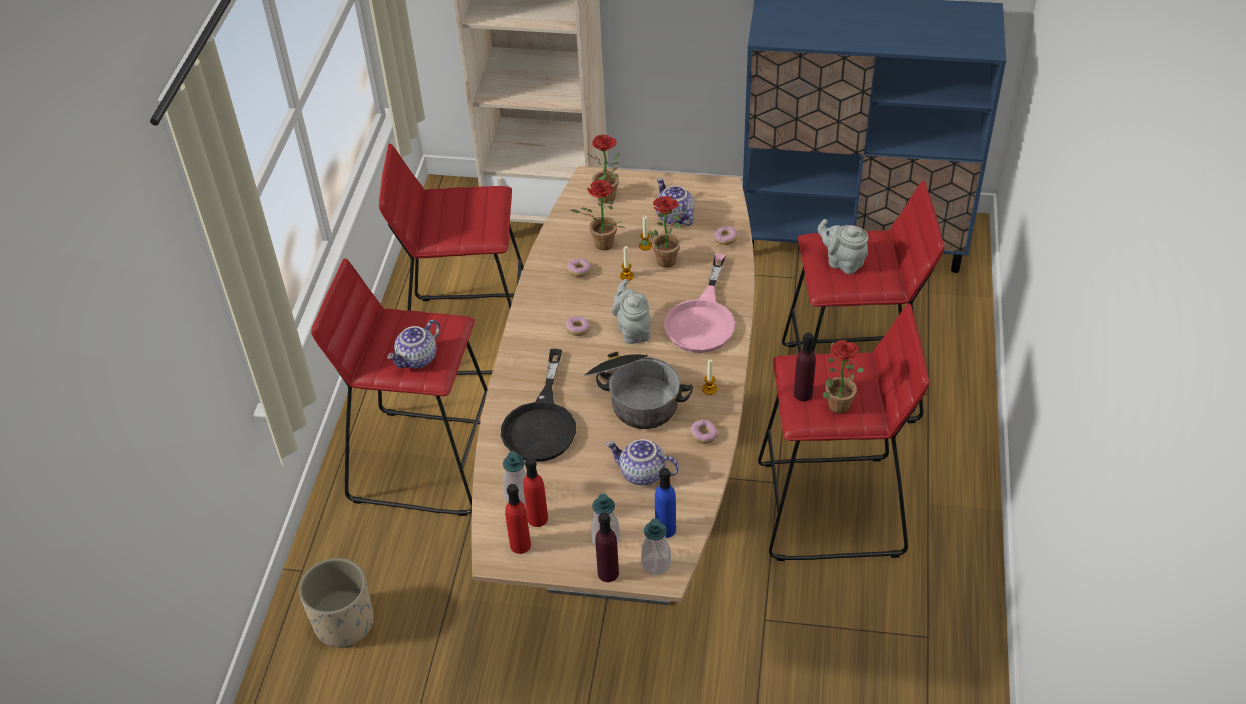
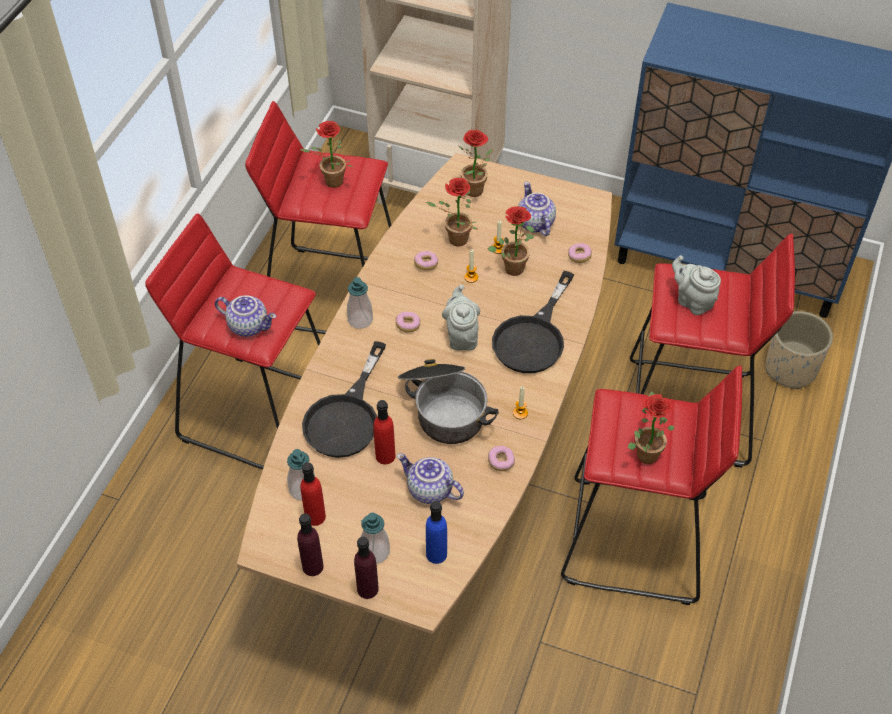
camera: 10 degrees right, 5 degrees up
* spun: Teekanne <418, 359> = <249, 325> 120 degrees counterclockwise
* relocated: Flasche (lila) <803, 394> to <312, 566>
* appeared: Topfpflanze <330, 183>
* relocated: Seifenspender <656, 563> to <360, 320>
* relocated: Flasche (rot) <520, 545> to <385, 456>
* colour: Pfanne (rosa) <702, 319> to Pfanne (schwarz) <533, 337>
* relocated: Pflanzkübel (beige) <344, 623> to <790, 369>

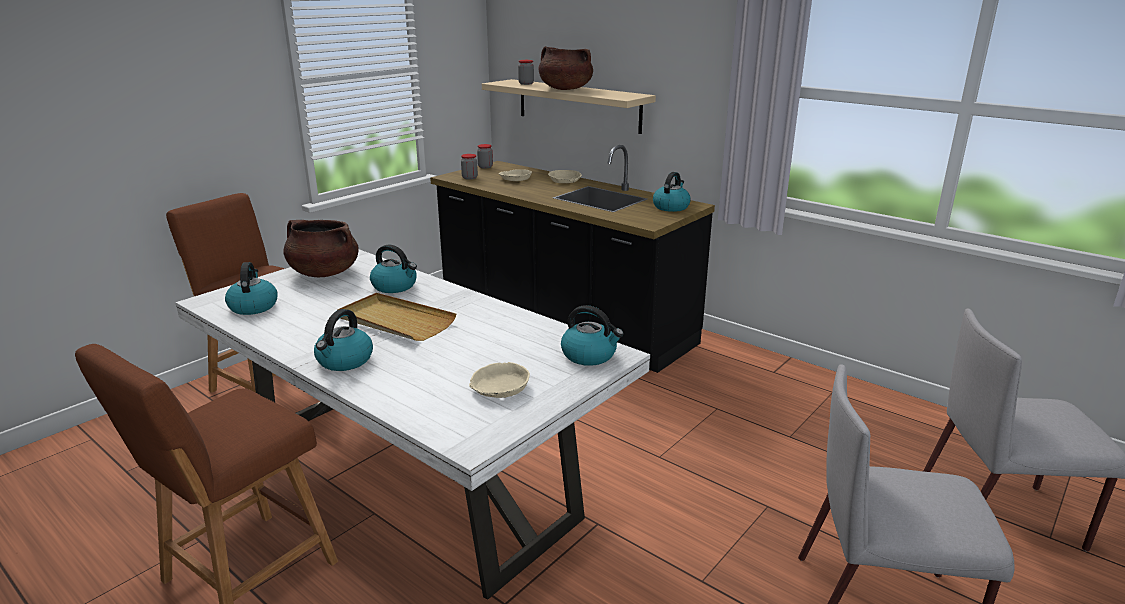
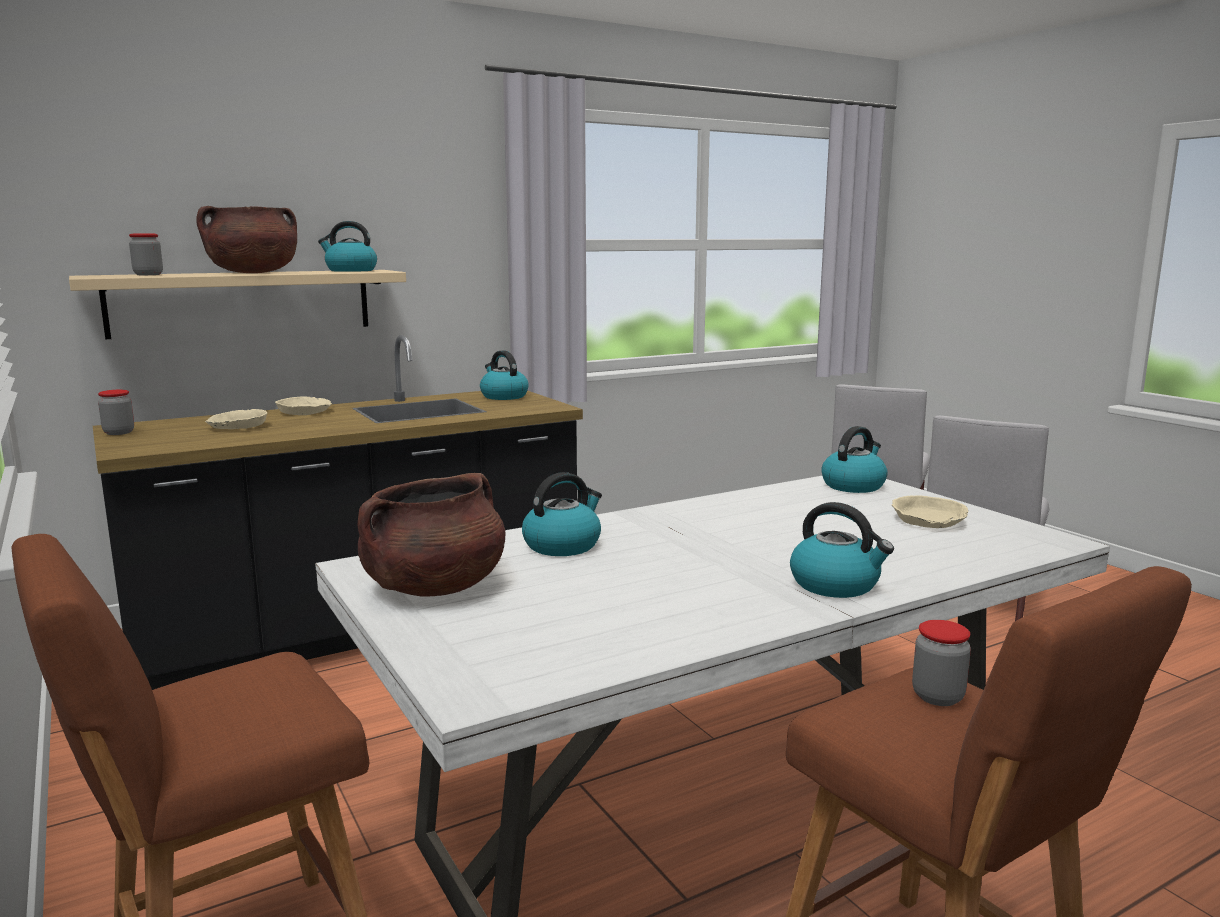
camera: 70 degrees left, 10 degrees down
* relocated: Wasserkessel <253, 306> to <350, 270>
* relocated: Vorratsglas <469, 178> to <938, 696>
* missing: Tablett (beige) <395, 321>

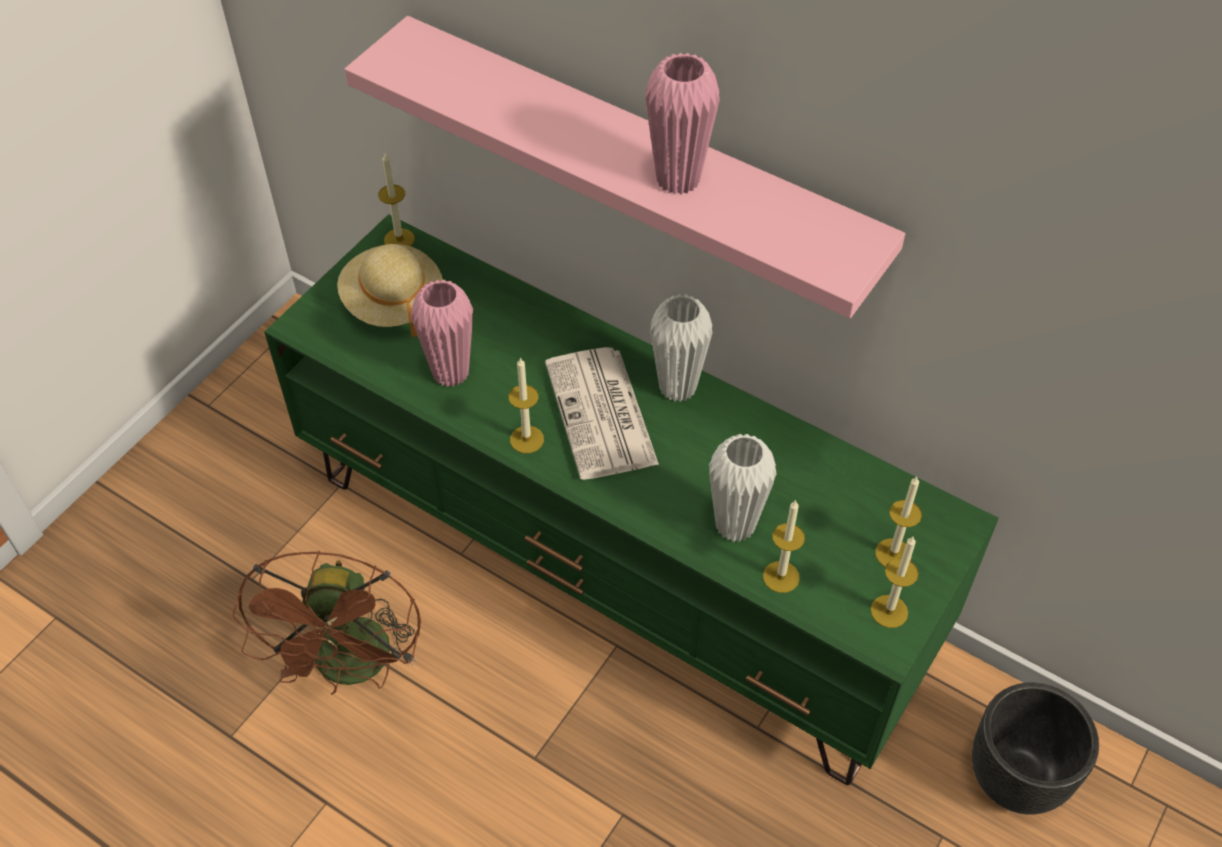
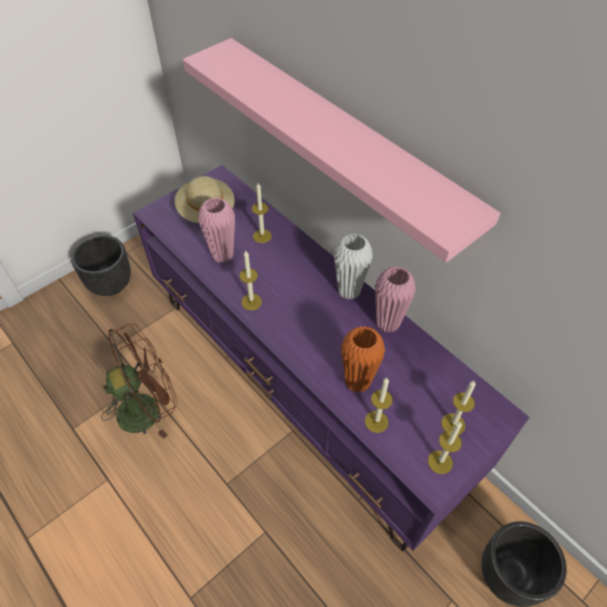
camera: 15 degrees right, 0 degrees up
* appeared: Pflanzkübel (schwarz) <111, 285>
* spun: Ventilator (braun) <353, 669> = <148, 407> 135 degrees counterclockwise
* colour: Fernsehschrank (grün) <614, 566> to Fernsehschrank (lila) <305, 385>
* relocated: Kerze <399, 239> to <262, 236>
* colour: Vase (weiß) <735, 525> to Vase (orange) <357, 382>
* relocated: Vase (rosa) <678, 180> to <387, 323>
* missing: Zeitung <602, 415>

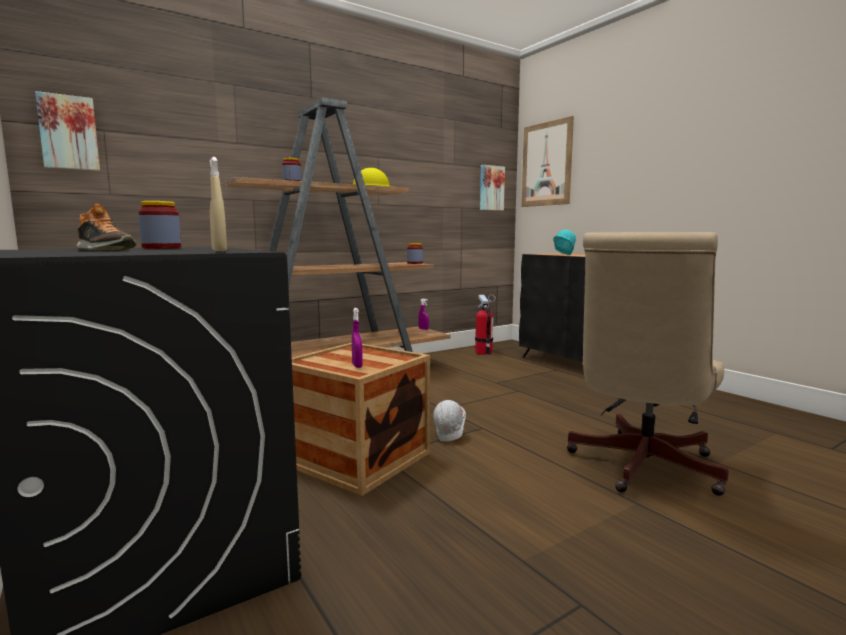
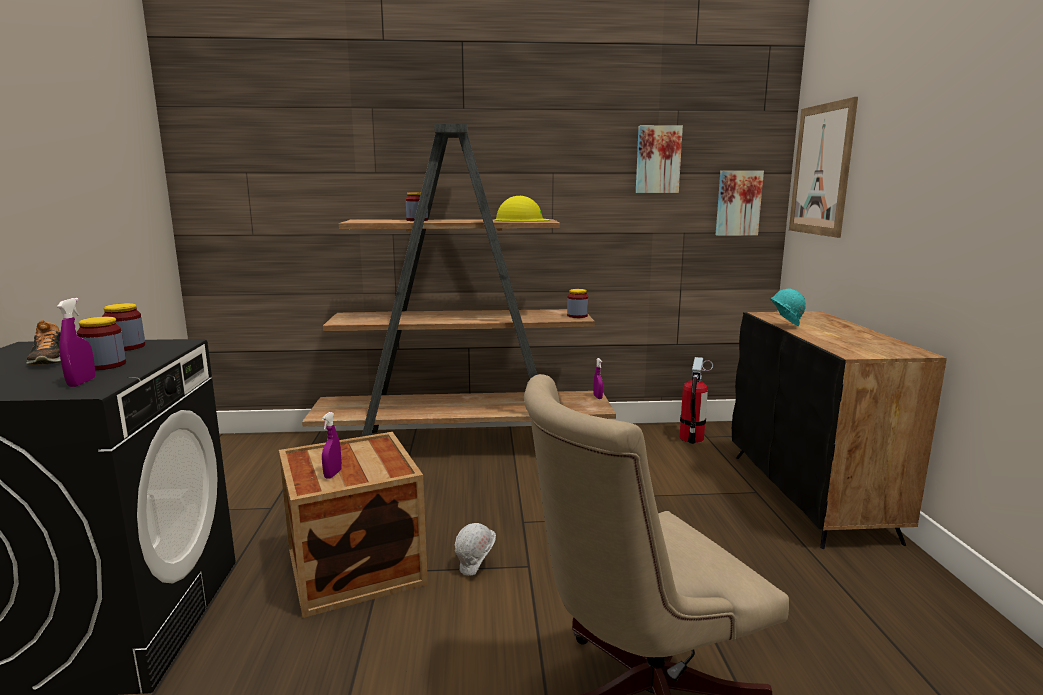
camera: 30 degrees right, 5 degrees up
* colour: Sprühflasche (beige) <219, 250> to Sprühflasche (lila) <81, 382>
* appeared: Vorratsglas <105, 365>
* relocated: Bild <68, 133> to <657, 159>

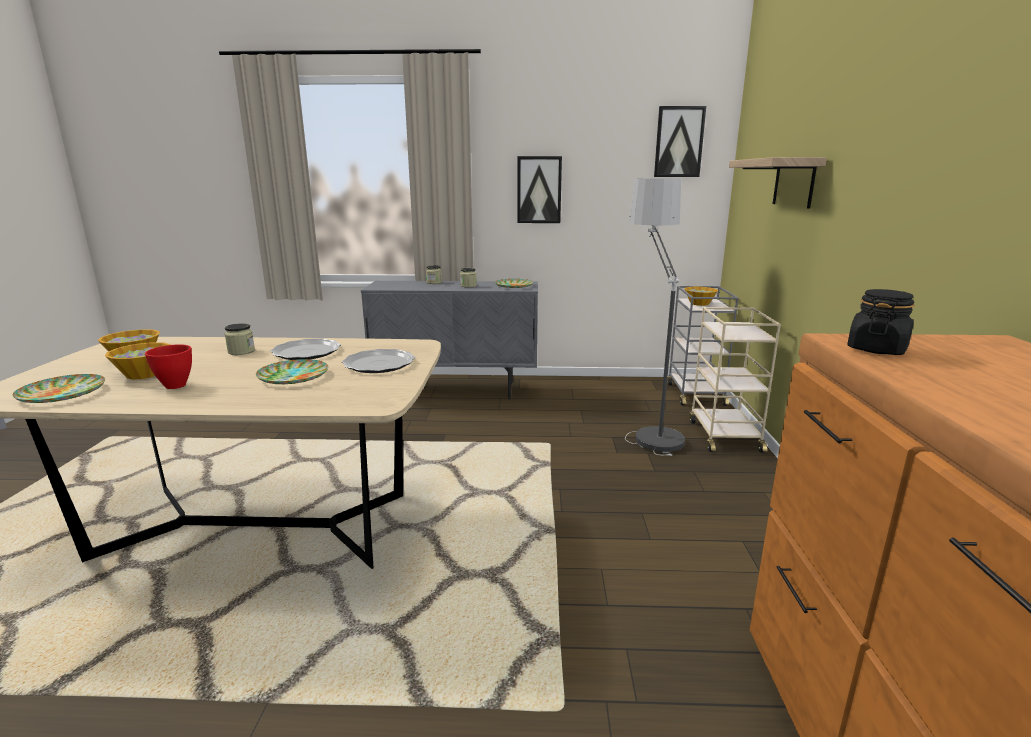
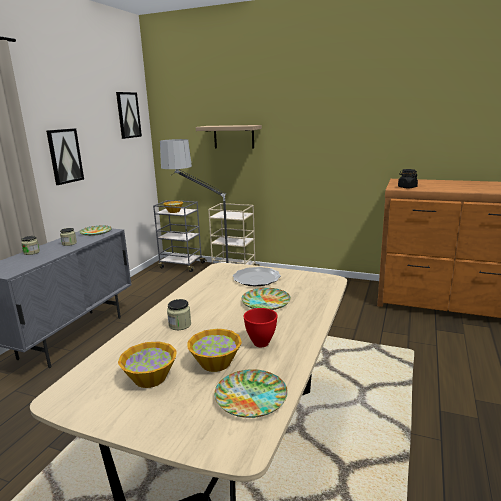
camera: 70 degrees left, 0 degrees up
* missing: Teller <306, 352>

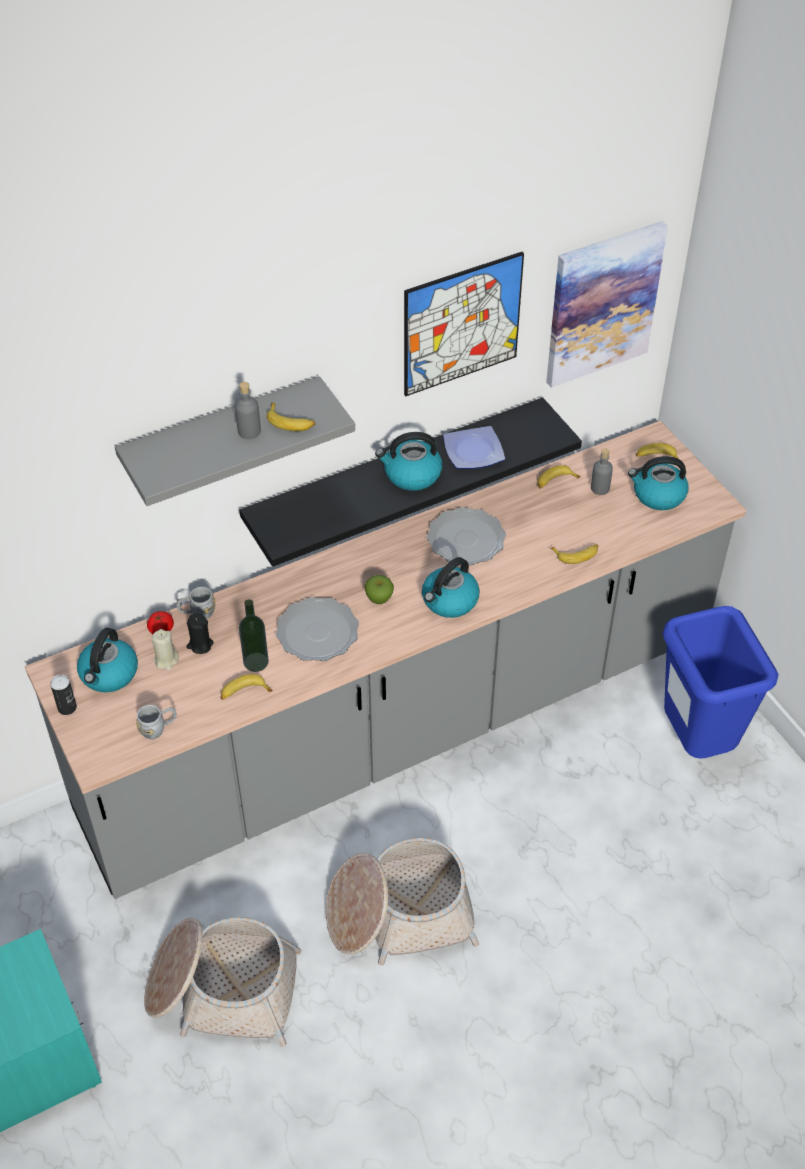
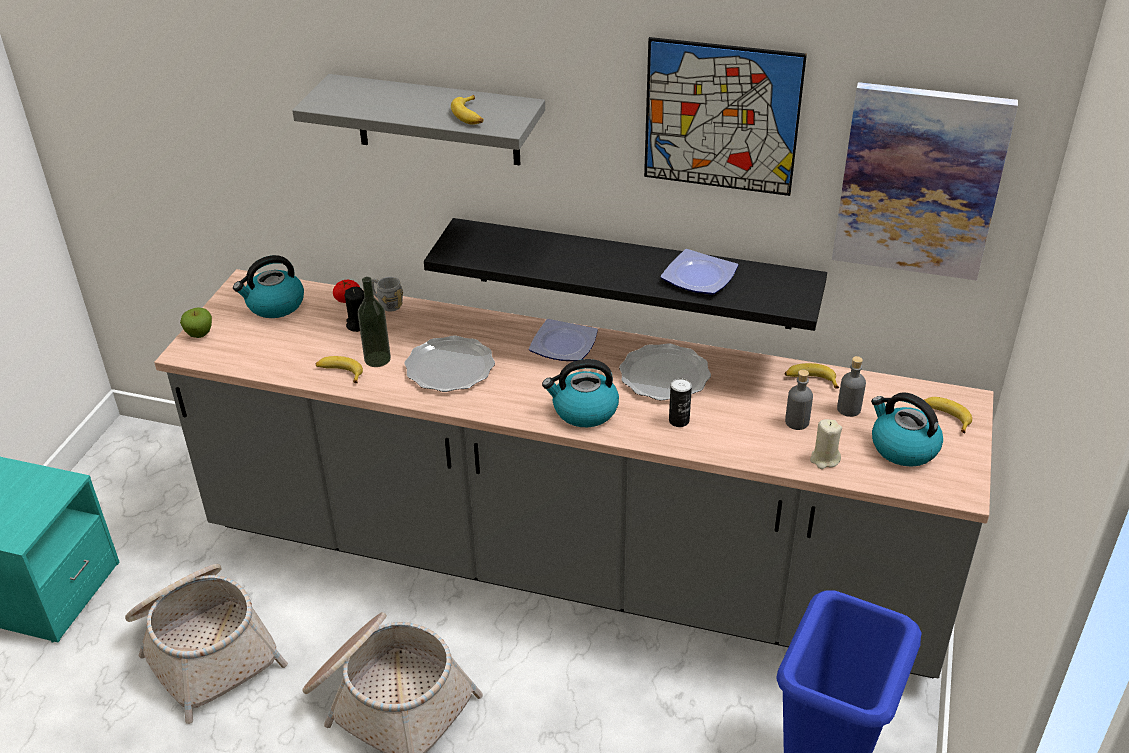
camera: 45 degrees right, 10 degrees down
* relocated: Apfel <379, 599> to <199, 334>
* appeared: Teller <563, 344>
* relocated: Dose <67, 708> to <679, 421>
* relocated: Flasche (grau) <249, 431> to <797, 422>
* relocated: Kerze (beige) <166, 660> to <824, 459>
* missing: Henkelbecher (grau) <158, 729>
* missing: Wasserkessel <411, 475>
* missing: Banane <576, 555>

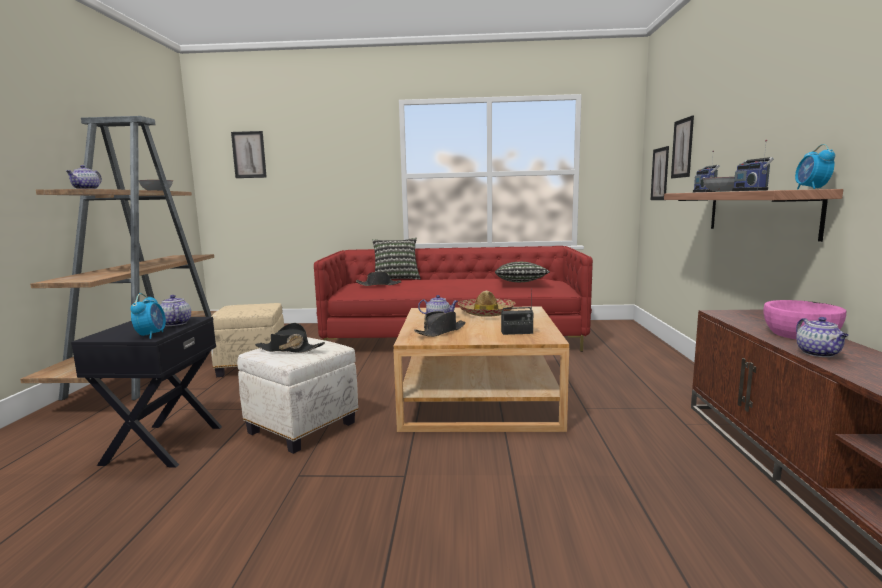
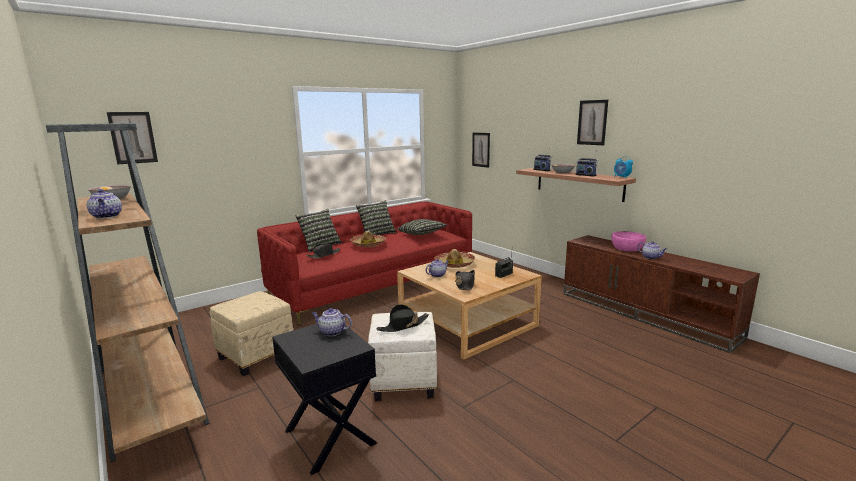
camera: 40 degrees left, 5 degrees up
* appeared: Hut <368, 244>
* appeared: Kissen <376, 234>
* relocated: Bild <682, 148> to <592, 122>
* missing: Wecker <151, 335>

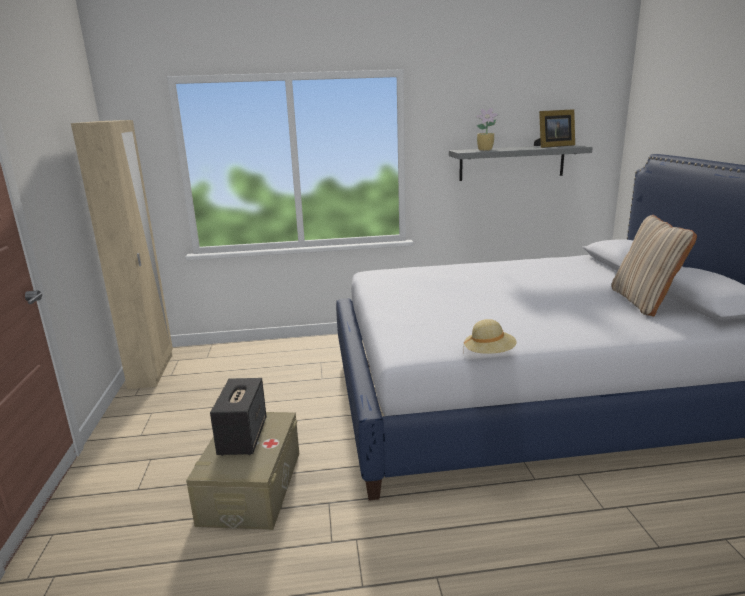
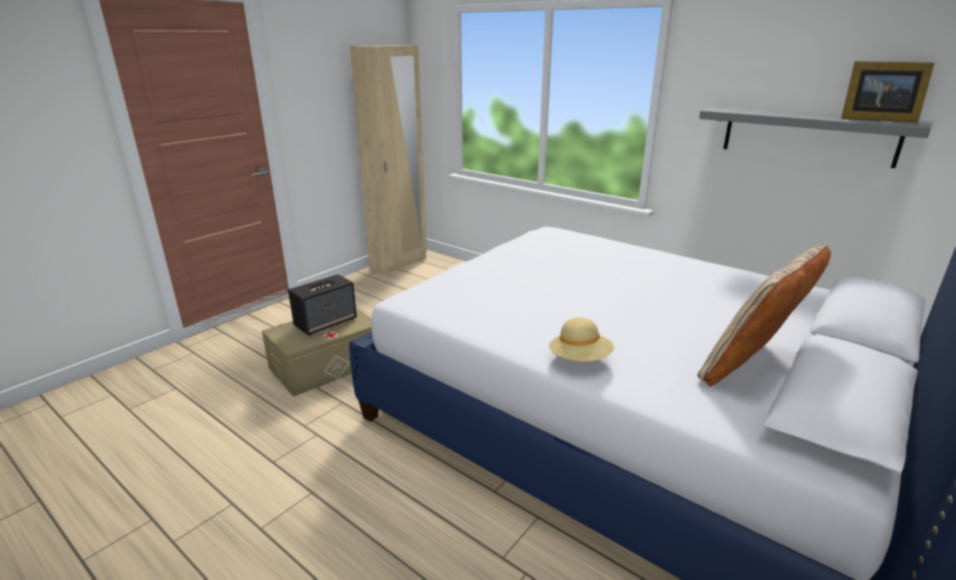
camera: 45 degrees right, 5 degrees up
* relocated: Hut (beige) <489, 354> to <580, 359>
* missing: Topfpflanze <486, 150>

